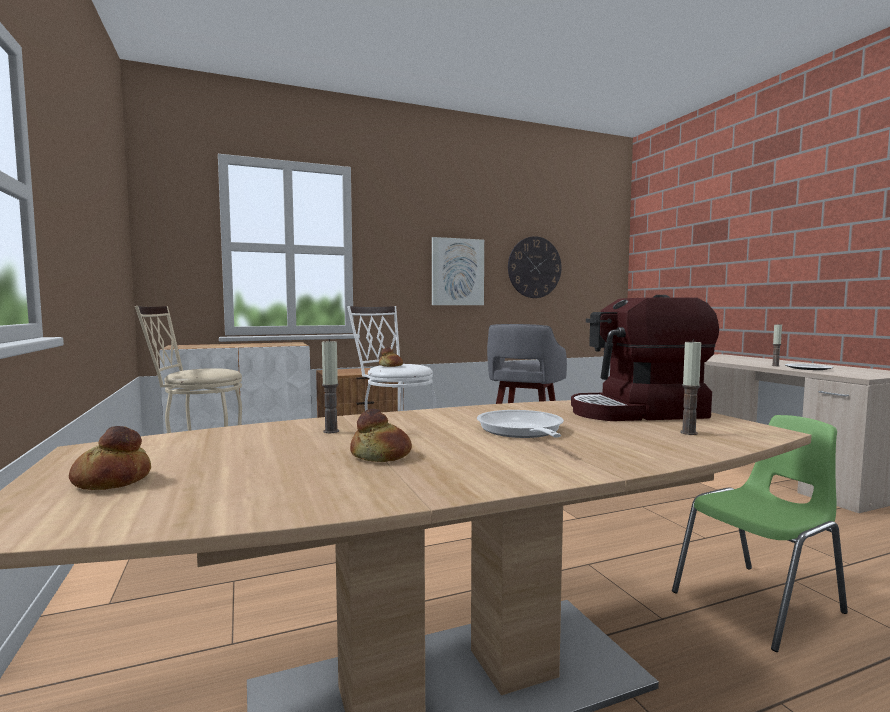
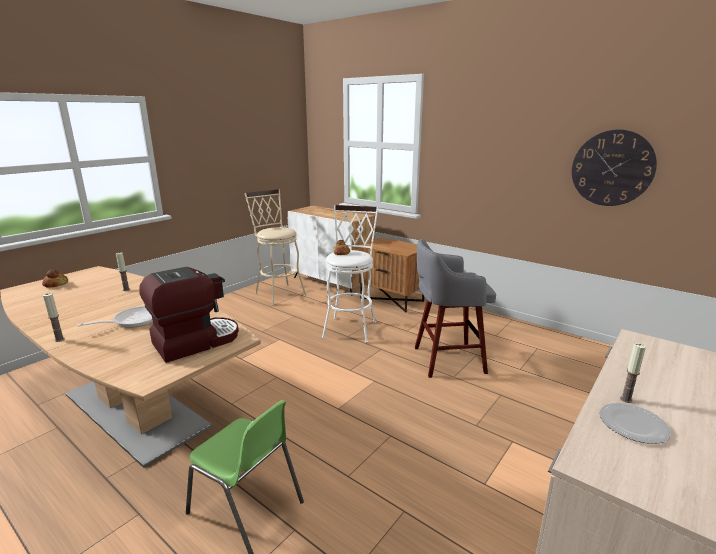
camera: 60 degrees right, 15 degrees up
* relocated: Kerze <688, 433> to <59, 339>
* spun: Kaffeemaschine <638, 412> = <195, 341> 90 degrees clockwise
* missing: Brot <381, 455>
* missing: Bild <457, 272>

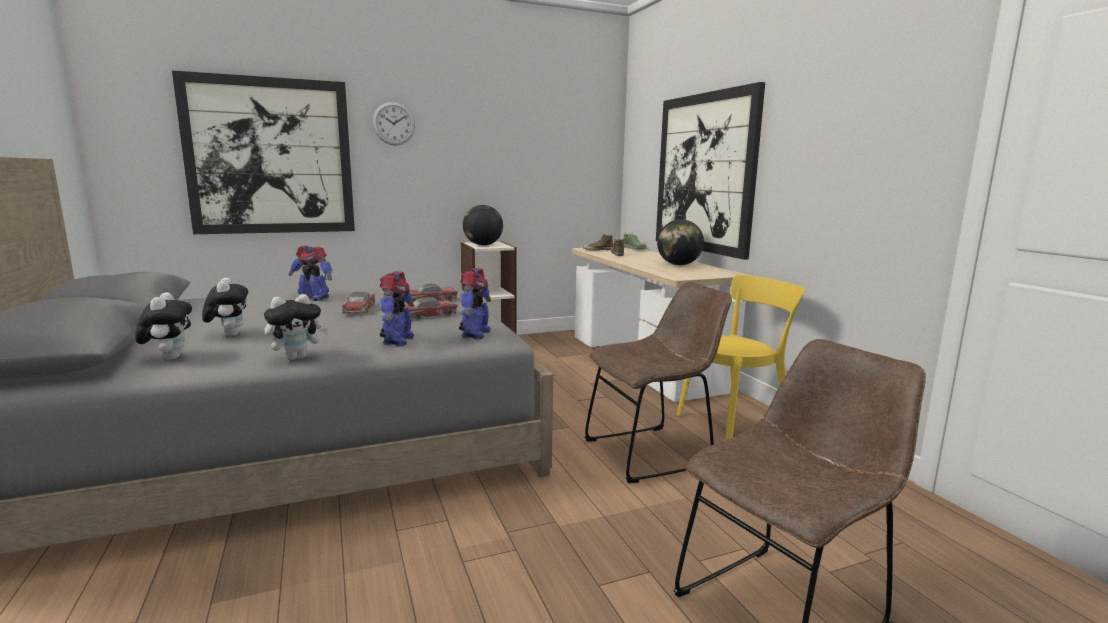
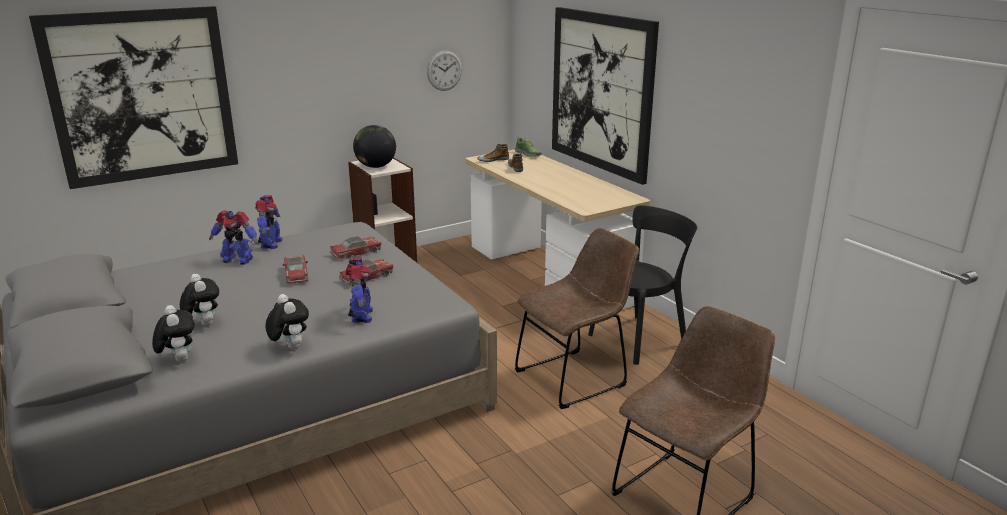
camera: 10 degrees left, 10 degrees up
* relocated: Spielzeugroboter <475, 334> to <270, 244>
* spun: Plüschtier <297, 357> = <289, 346> 75 degrees counterclockwise
* relocated: Wanduhr <393, 123> to <444, 70>
* colour: Stuhl (gelb) <736, 423> to Stuhl (schwarz) <640, 338>
* missing: Globus <678, 265>

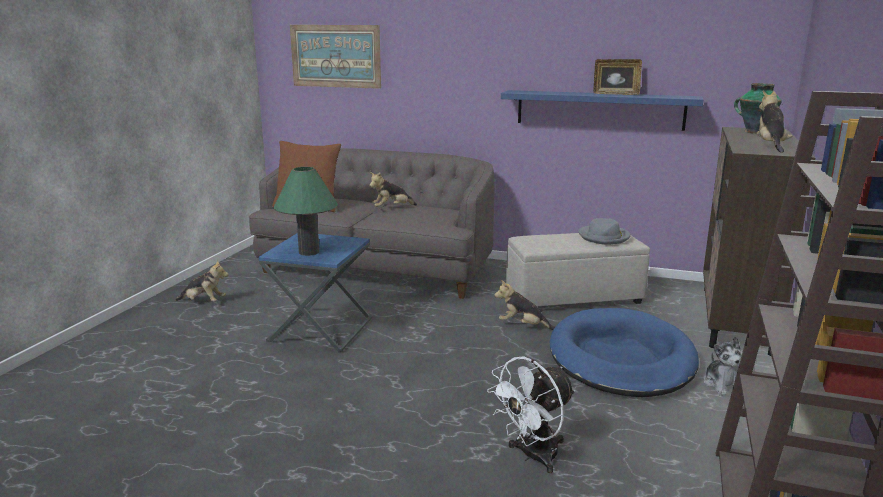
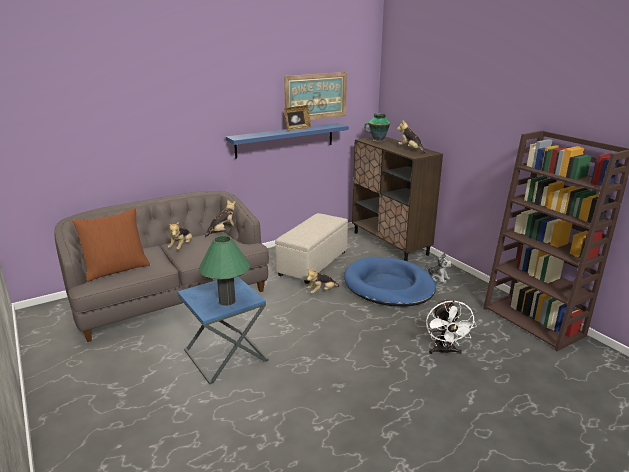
camera: 50 degrees left, 5 degrees up
* relocated: Plüschtier <204, 302> to <223, 231>
* relocated: Bild <335, 56> to <316, 96>
* missing: Hut (grau) <604, 237>

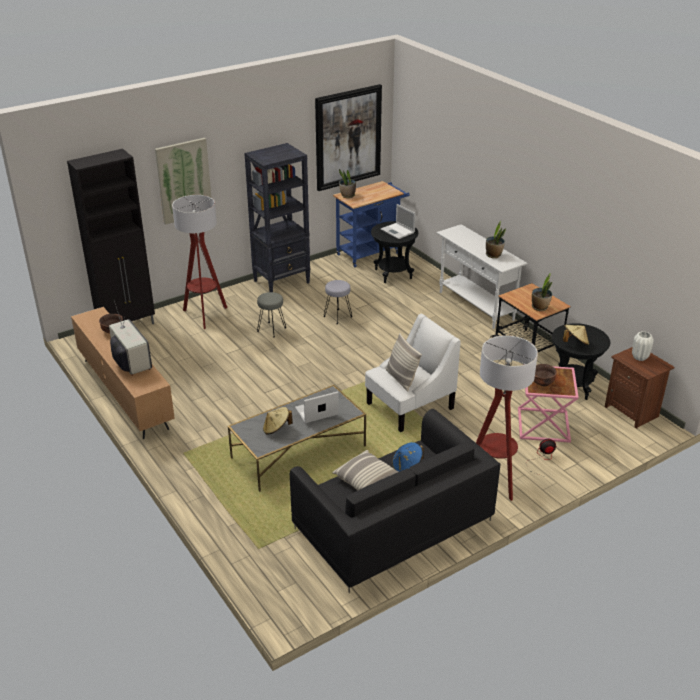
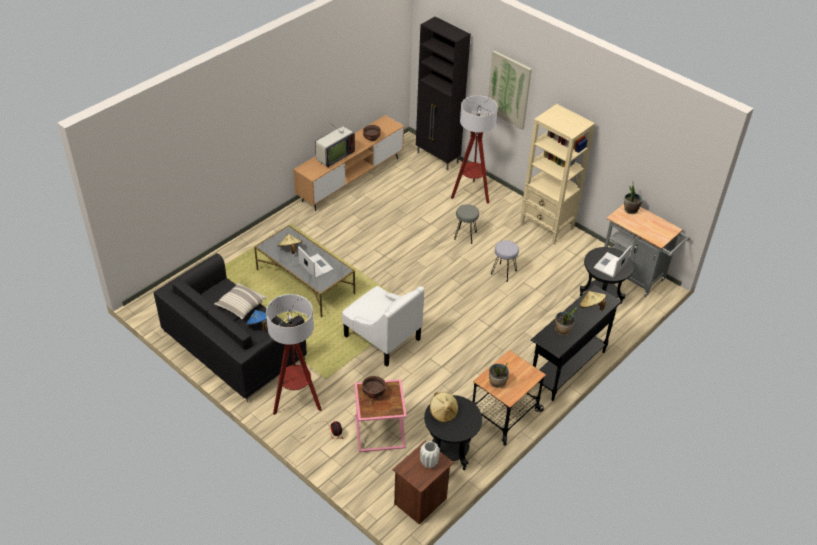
camera: 75 degrees right, 10 degrees up
* colour: Bücherregal (schwarz) <282, 282> to Bücherregal (beige) <547, 227>
* colour: Konsolentisch (weiß) <476, 306> to Konsolentisch (schwarz) <567, 368>
* appeared: Hut (beige) <591, 307>
* colour: Rollwagen (blau) <371, 252> to Rollwagen (grau) <635, 277>
* missing: Bild <348, 137>
* missing: Kissen <401, 379>

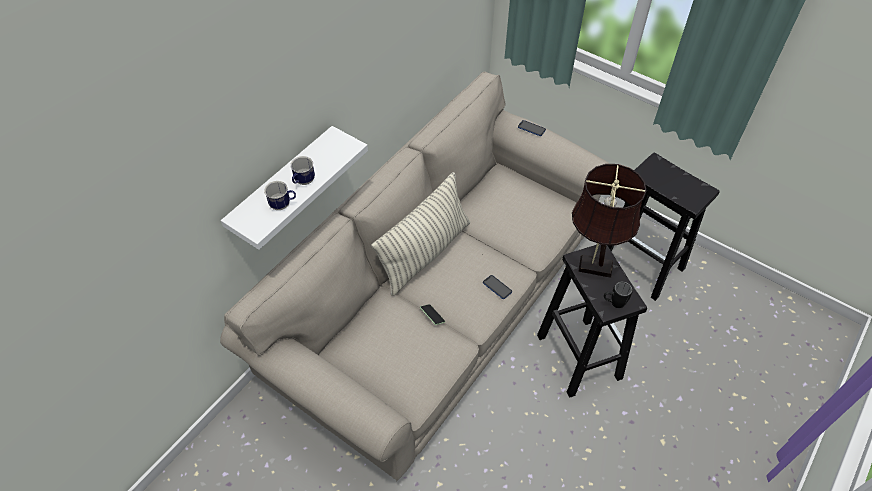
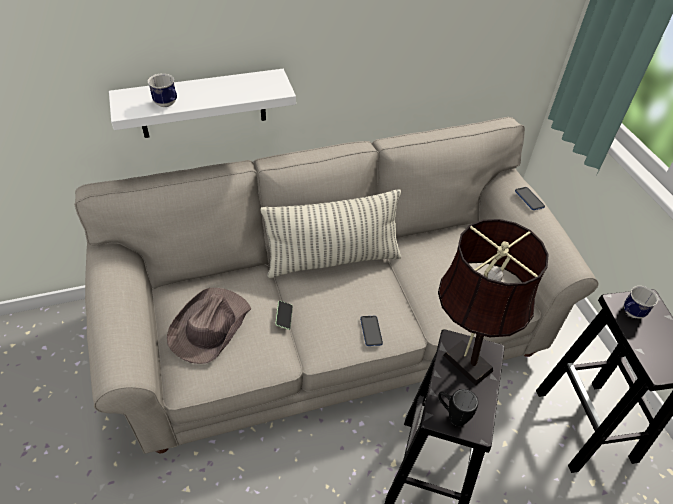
camera: 35 degrees right, 5 degrees down
* appeared: Hut (braun) <209, 327>
* relocated: Henkelbecher <303, 182> to <630, 313>

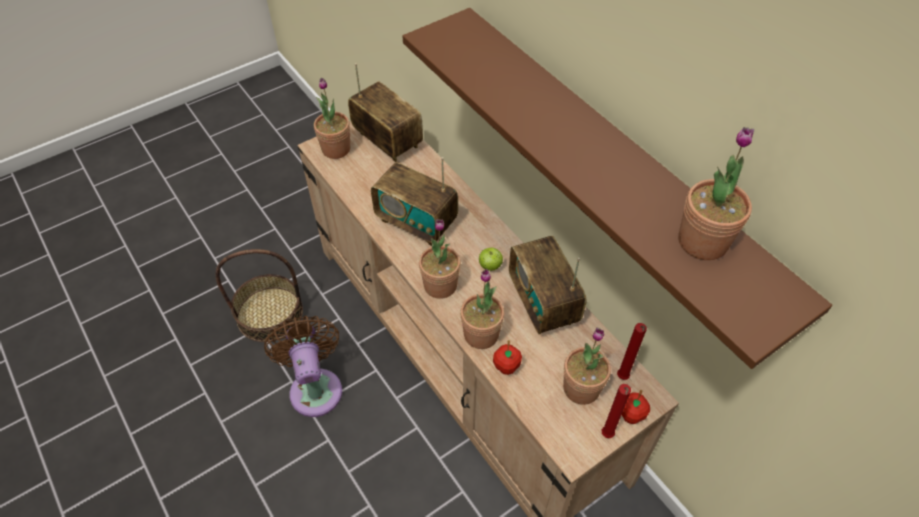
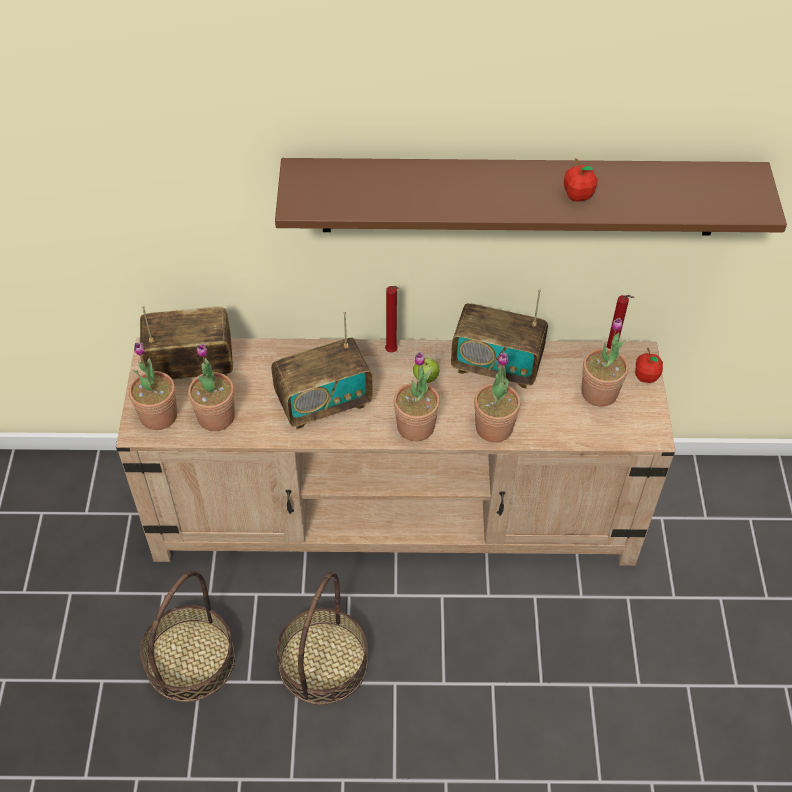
camera: 55 degrees left, 0 degrees up
* relocated: Topfpflanze <702, 241> to <216, 417>
* exchanged: Ventilator (braun) <315, 387> to Korb <323, 662>
* relocated: Kerze (rot) <606, 436> to <392, 352>
* relocated: Apfel <506, 366> to <577, 196>

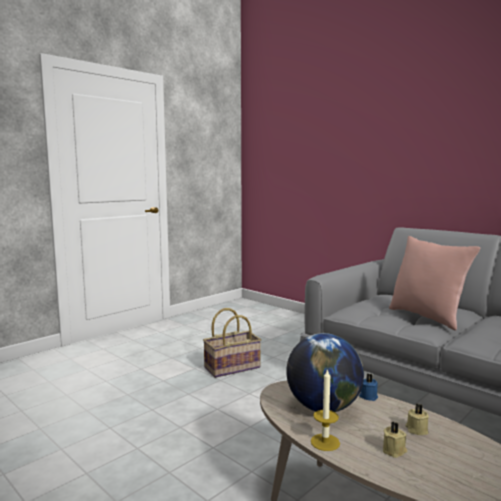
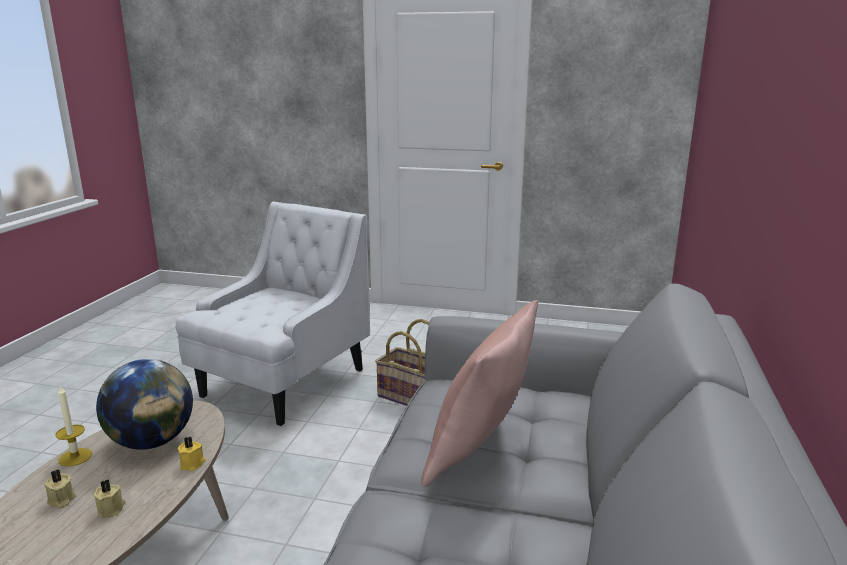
camera: 60 degrees right, 10 degrees up
* appeared: Sessel (weiß) <283, 383>
* colour: Kerze (blau) <368, 396> to Kerze (gelb) <193, 464>

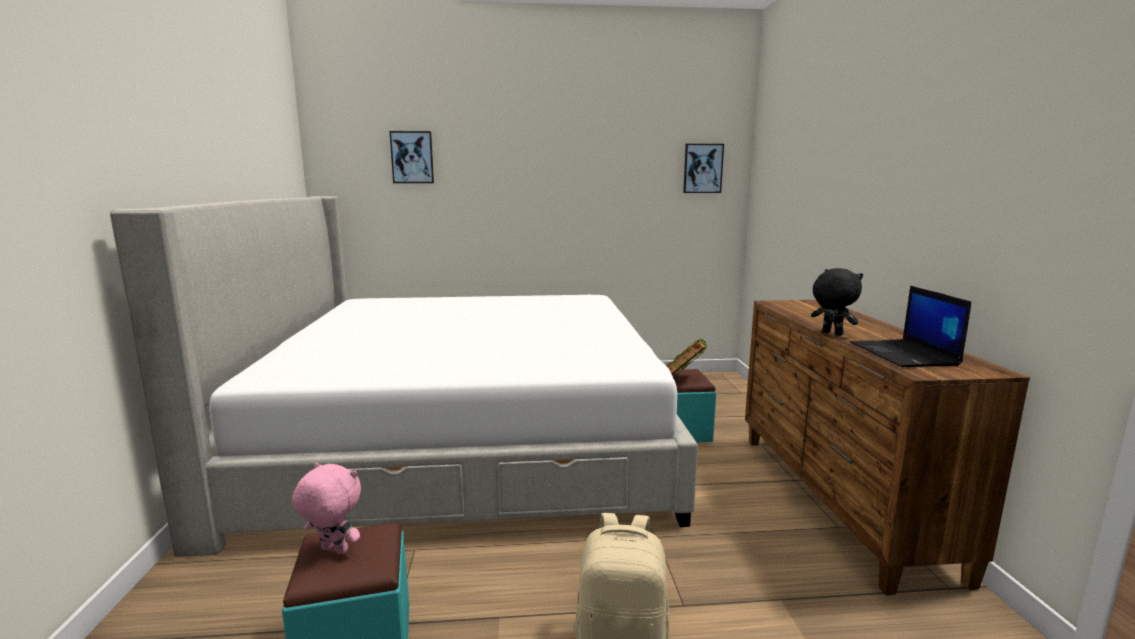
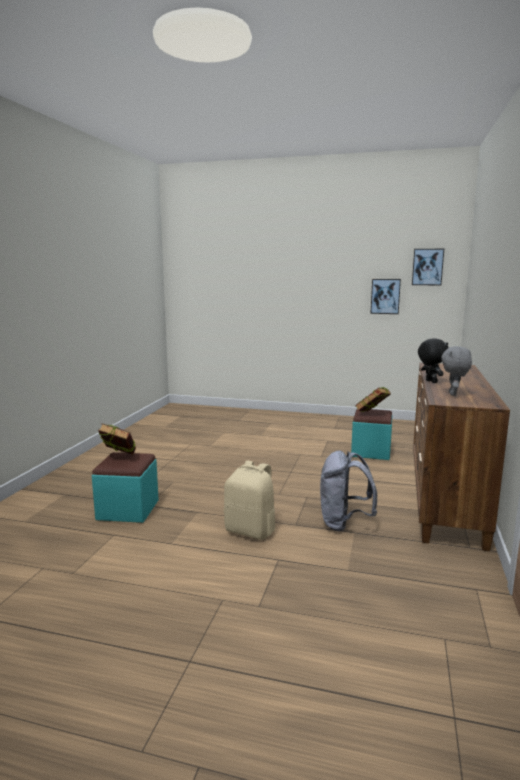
camera: 20 degrees right, 0 degrees up
* exchanged: Plüschtier (rosa) <332, 551> to Buch <119, 458>
* appeared: Rucksack (grau) <344, 523>
* relocated: Bild <412, 157> to <385, 296>
* exchanged: Laptop <904, 354> to Plüschtier (grau) <453, 394>
* missing: Bett <464, 439>

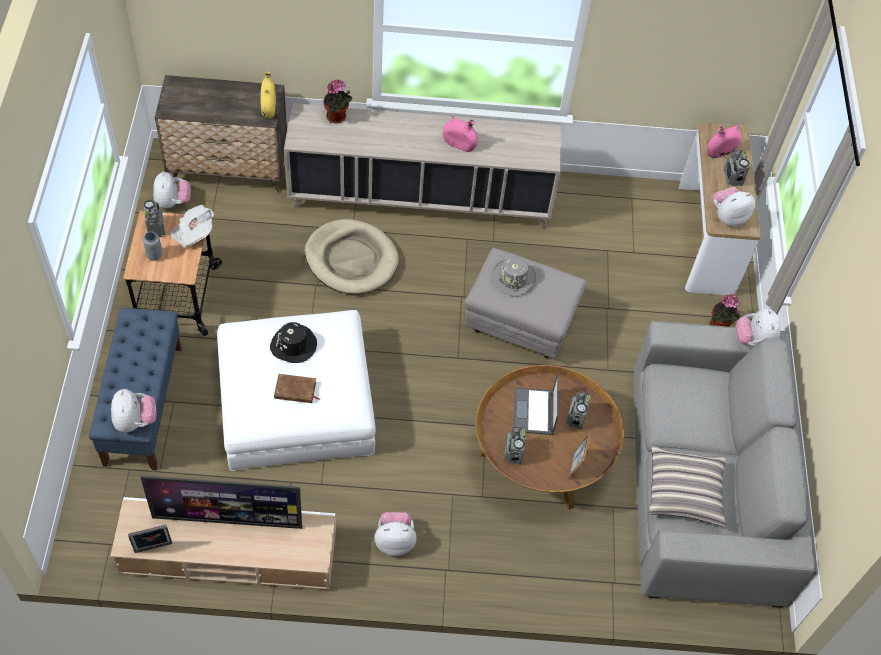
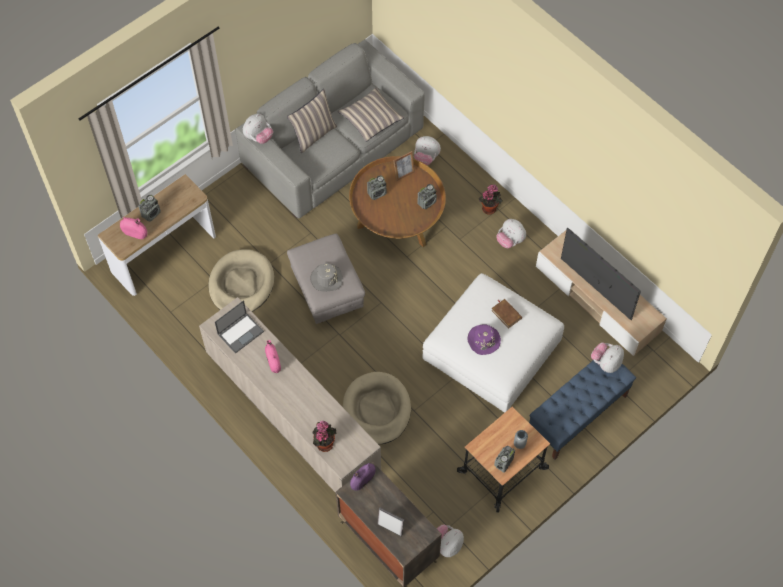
camera: 130 degrees left, 5 degrees up
* appeared: Hundebett (beige) <241, 284>
* relocated: Laptop <534, 412> to <241, 332>
* appeared: Kissen <314, 134>
* colour: Vase (gelb) <268, 107> to Vase (lila) <363, 480>
* relocated: Bilderrahmen <153, 549> to <390, 527>
* relocated: Plüschtier <728, 217> to <426, 158>
* colour: Hut (schwarz) <293, 345> to Hut (lila) <483, 340>
* relocated: Topfpflanze <720, 326> to <489, 207>
* missing: Zeitung <193, 233>

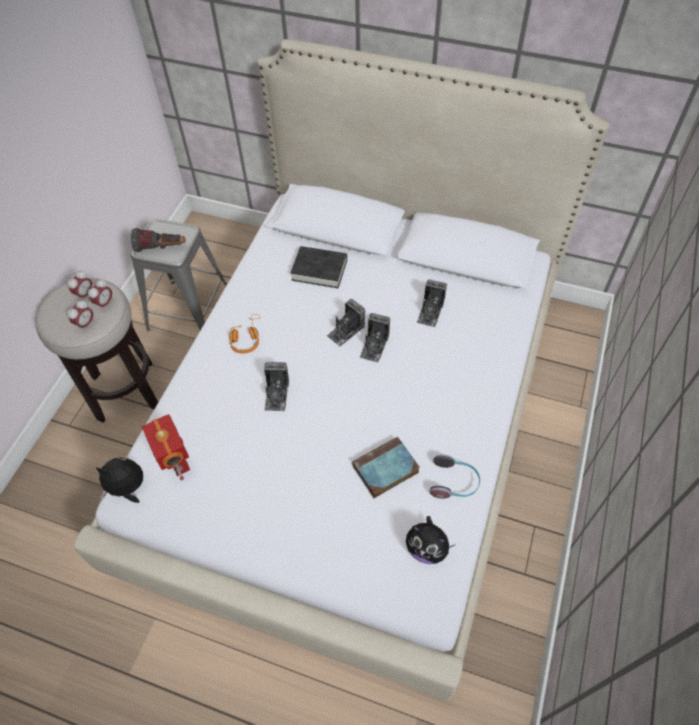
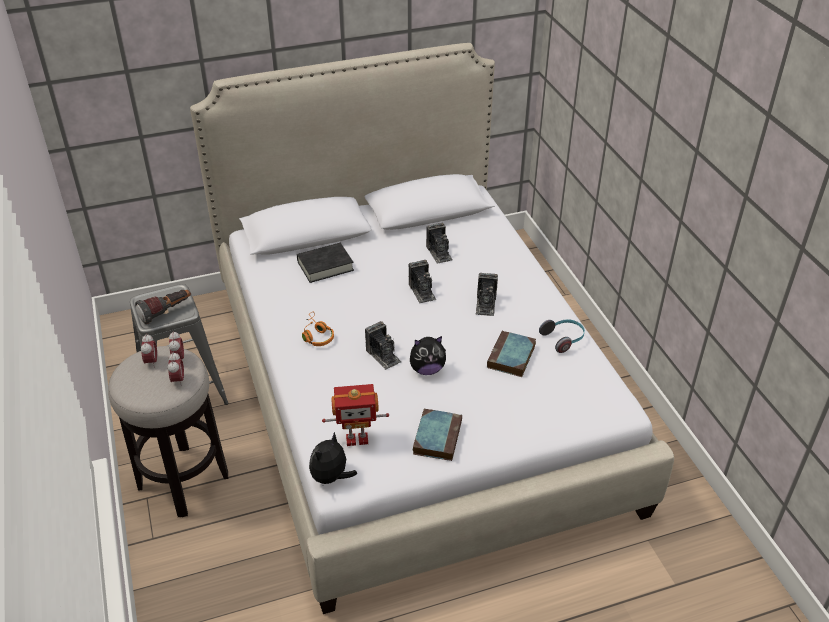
camera: 40 degrees left, 15 degrees down
* spun: Spielzeugroboter <178, 465> = <357, 438> 150 degrees clockwise
* relocated: Plüschtier <427, 548> to <427, 369>
* appeared: Buch <437, 436>
* relocated: Kamera <346, 331> to <485, 304>

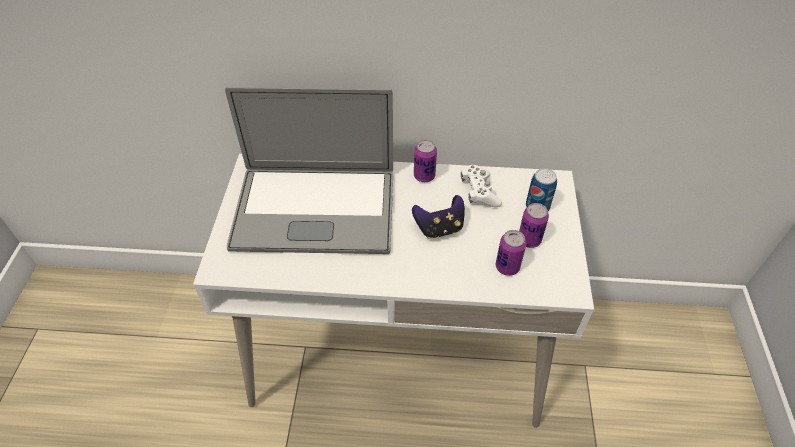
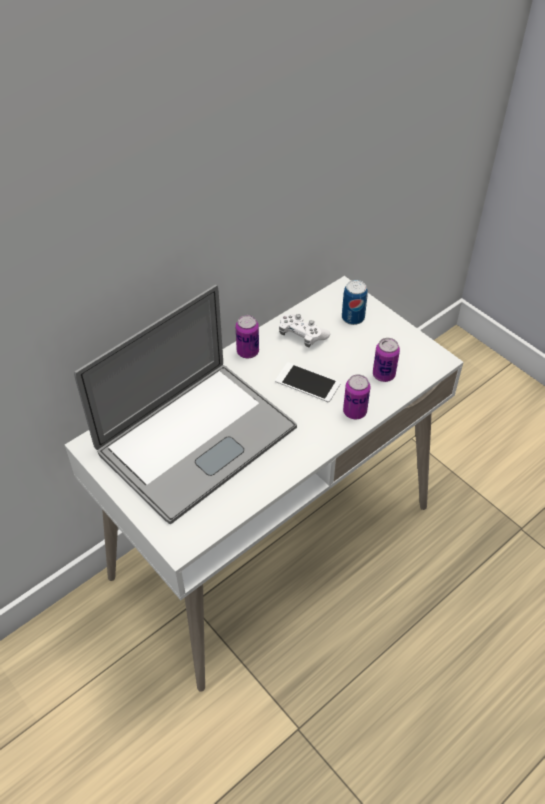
camera: 45 degrees left, 0 degrees up
* exchanged: Gamepad <439, 228> to Handy <307, 382>
* relocated: Dose <529, 240> to <354, 412>

